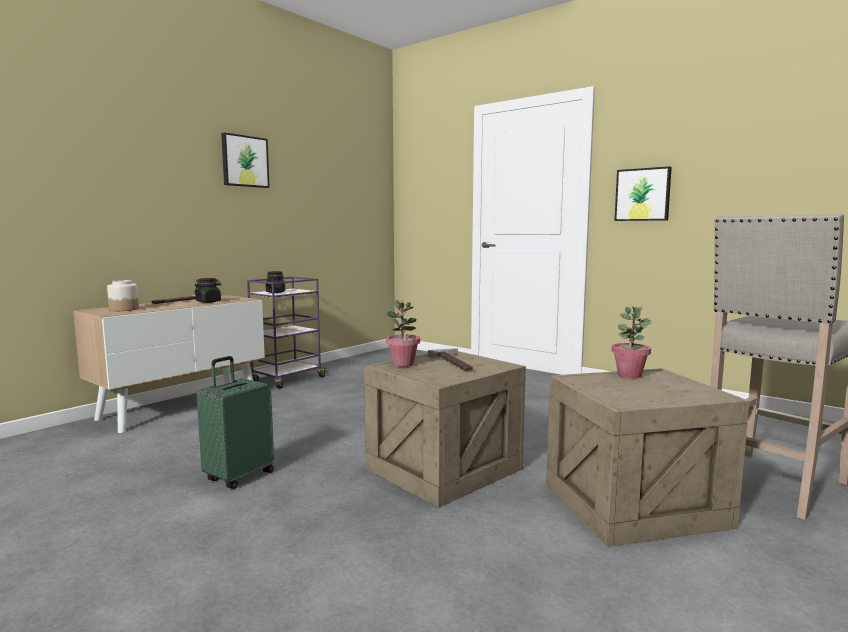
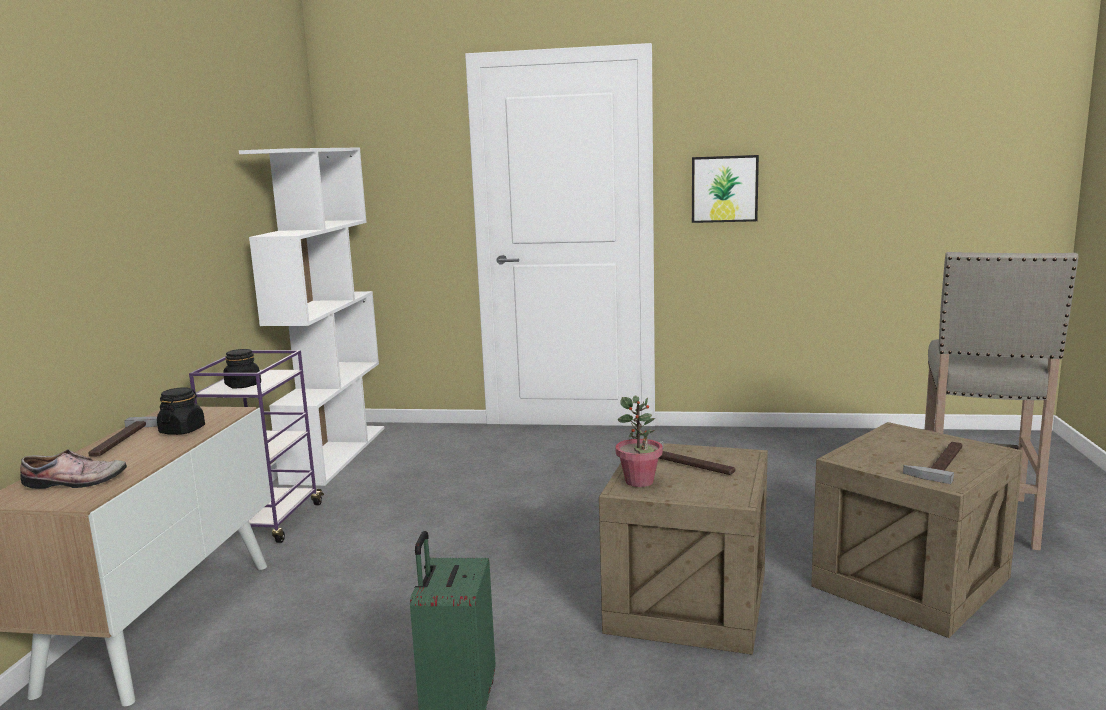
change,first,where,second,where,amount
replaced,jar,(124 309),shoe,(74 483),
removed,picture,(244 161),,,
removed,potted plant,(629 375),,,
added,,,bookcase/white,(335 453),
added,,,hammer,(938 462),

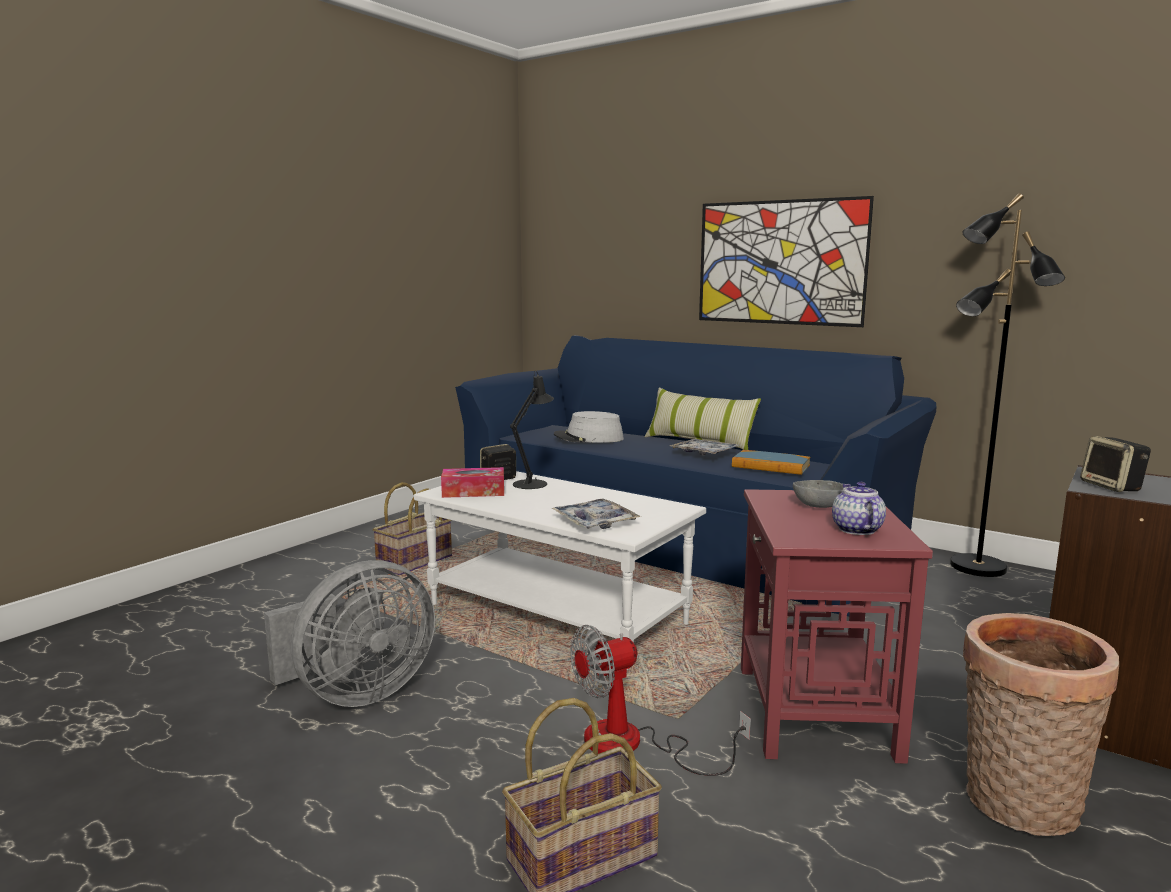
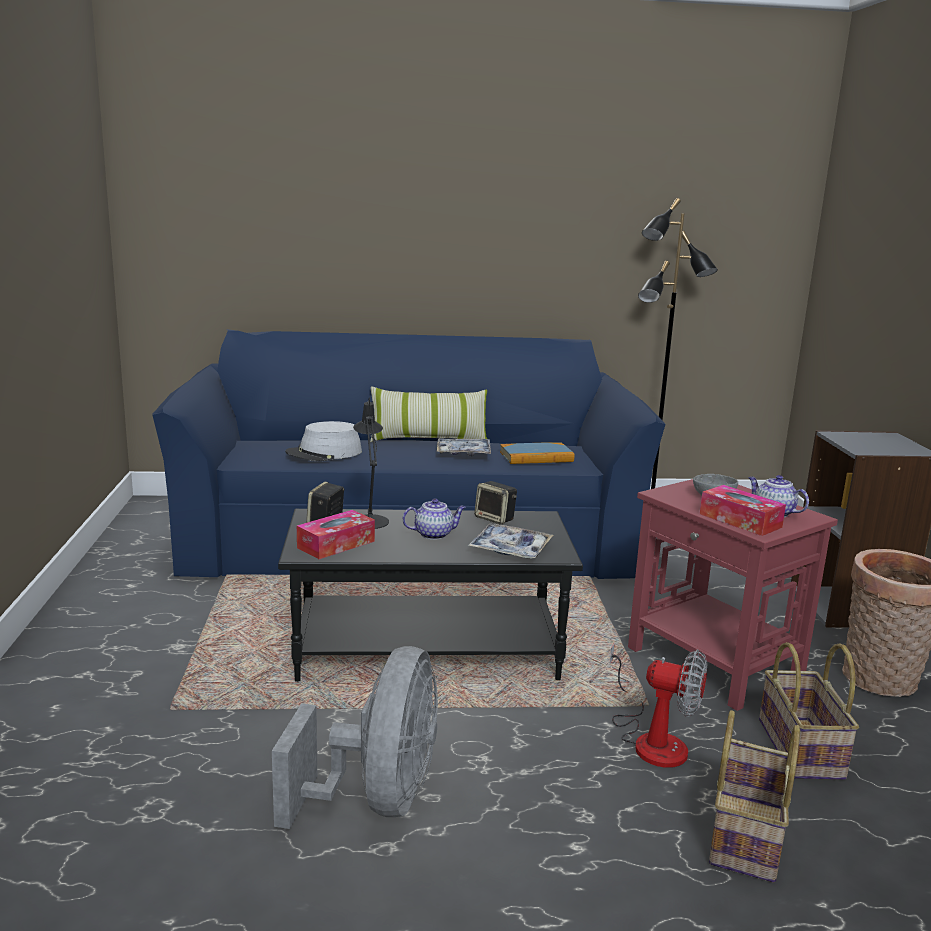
change,first,where,second,where,amount
moved,basket,(415 562),,(802 749),
recoloured,coffee table/white,(558 614),coffee table/black,(428 649),
turned,fan,(633 744),,(652 739),90 degrees counterclockwise
removed,picture,(780 262),,,
moved,speaker,(1112 487),,(495 518),
added,,,teapot,(434 534),
added,,,tissue box,(740 520),

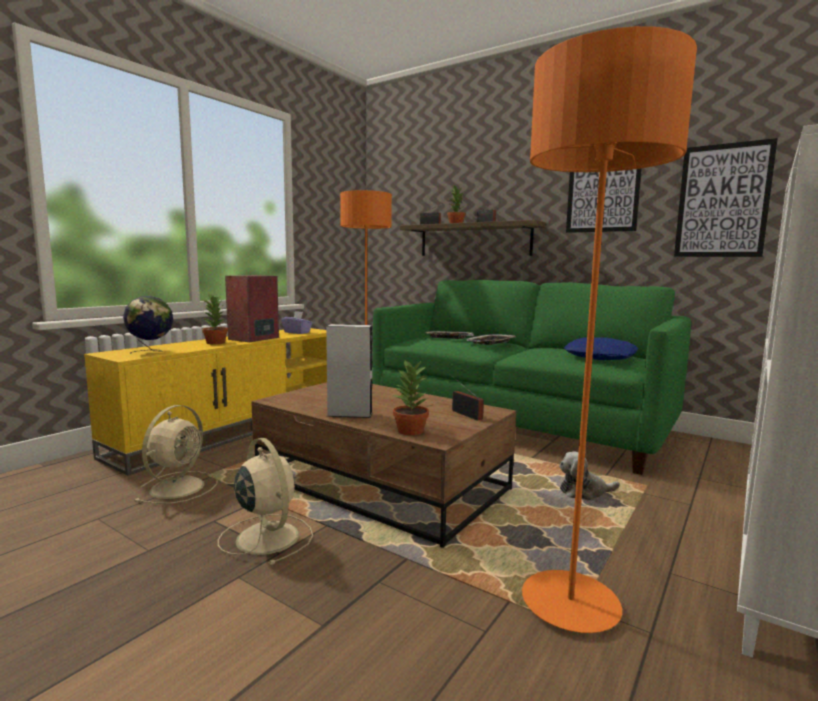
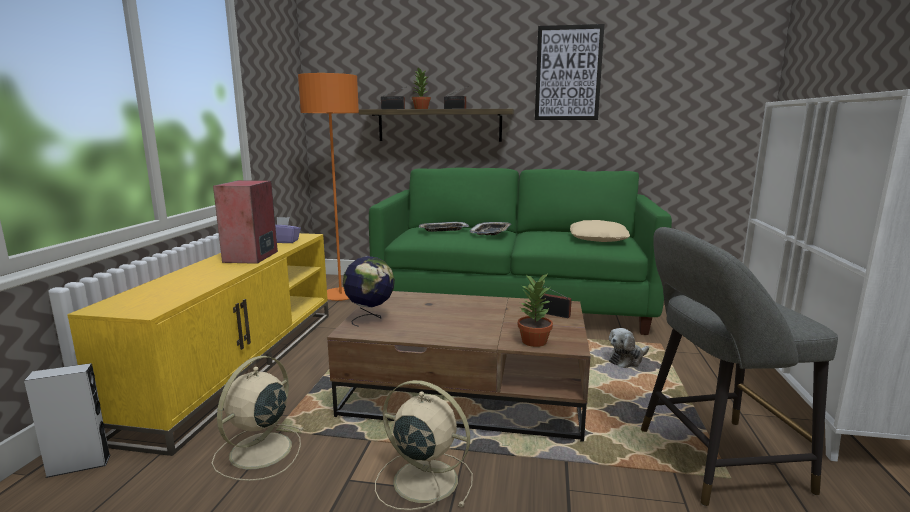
change,first,where,second,where,amount
moved,globe,(151 352),,(370 319),
turned,fan/beige,(179 487),,(259 452),150 degrees counterclockwise
removed,potted plant,(216 343),,,
moved,speaker/grey,(349 414),,(79 465),
replaced,floor lamp/orange,(570 604),stool/grey,(712 460),
recoloured,pillow/blue,(601 357),pillow/beige,(598 238),
removed,picture,(722 201),,,

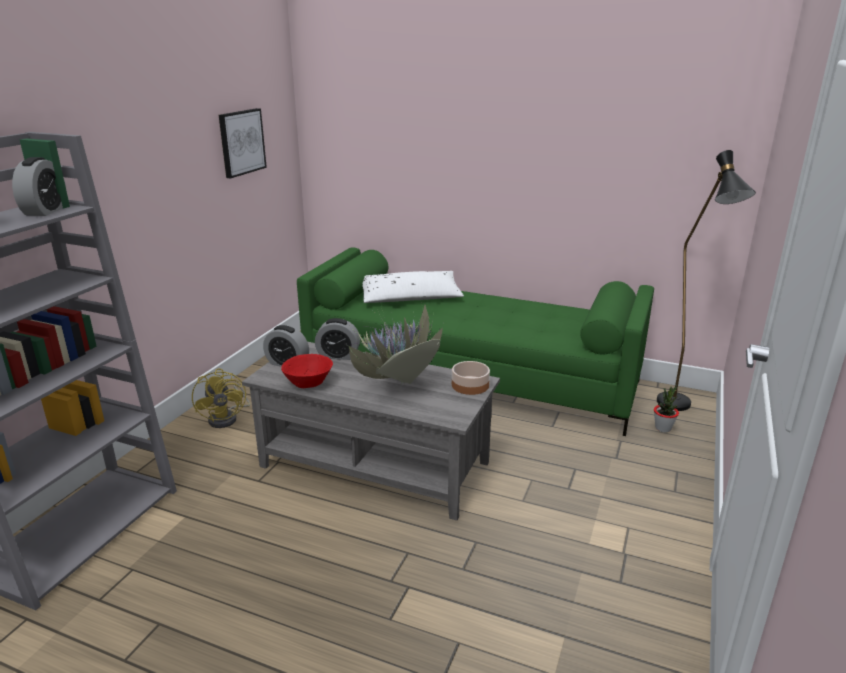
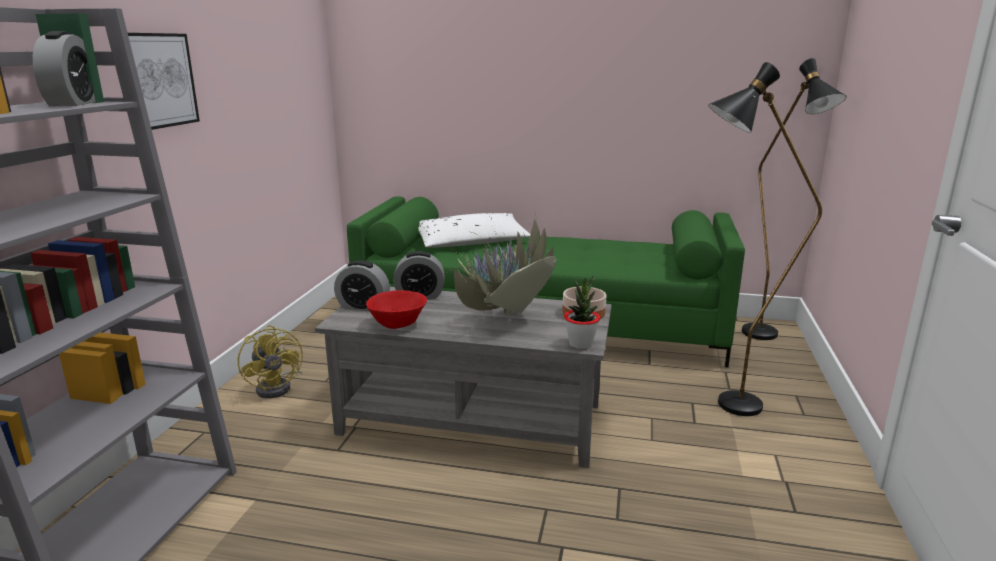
change,first,where,second,where,amount
moved,picture,(241 142),,(156 80),
moved,potted plant,(663 428),,(580 344),
added,,,floor lamp/black,(724 406),

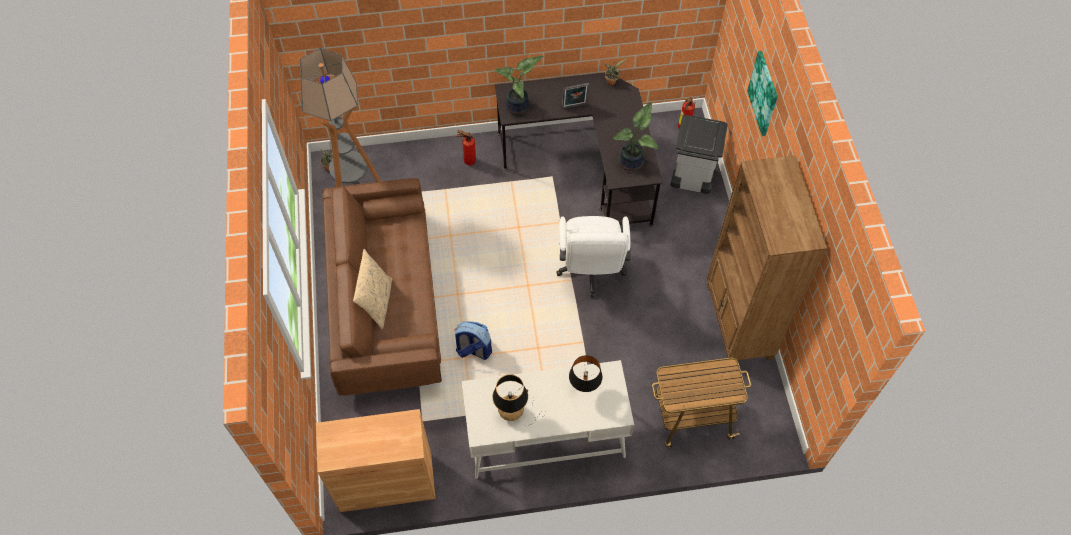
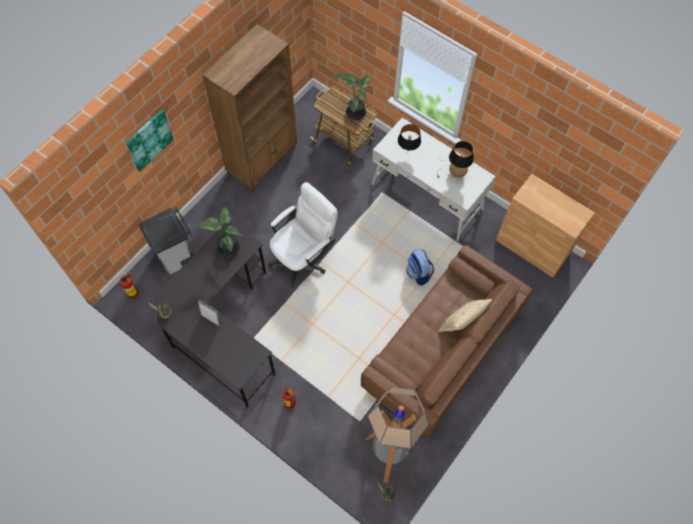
change,first,where,second,where,amount
moved,potted plant,(519 107),,(355 112),

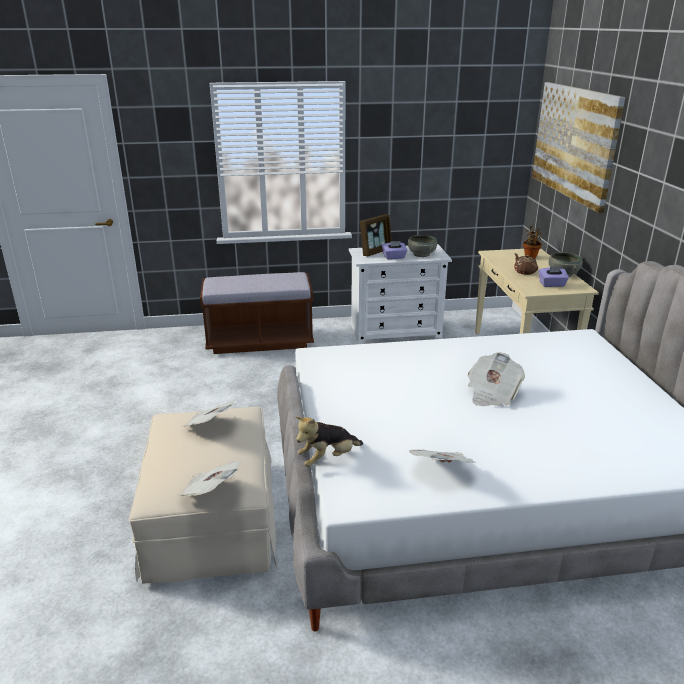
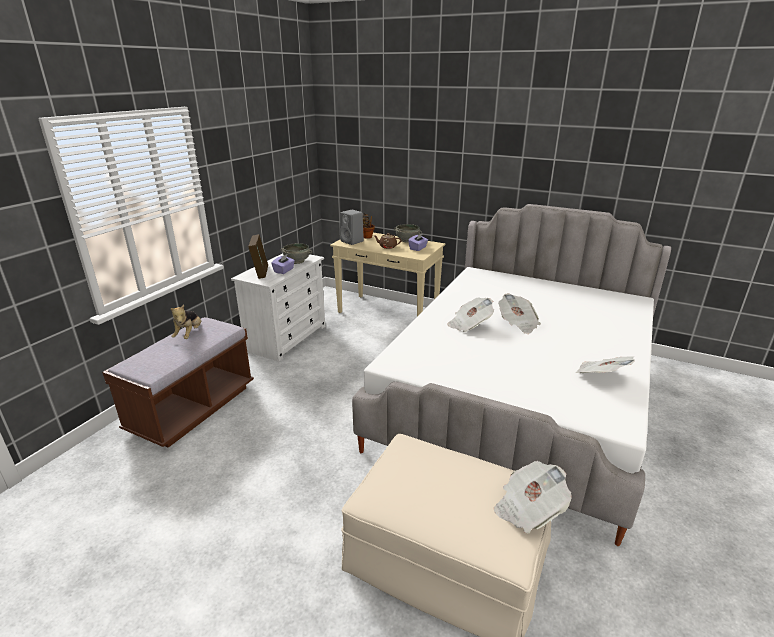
change,first,where,second,where,amount
moved,newspaper,(210 426),,(469 325),
moved,plush toy,(328 459),,(189 334),
removed,picture,(574 142),,,
added,,,speaker/grey,(352 241),

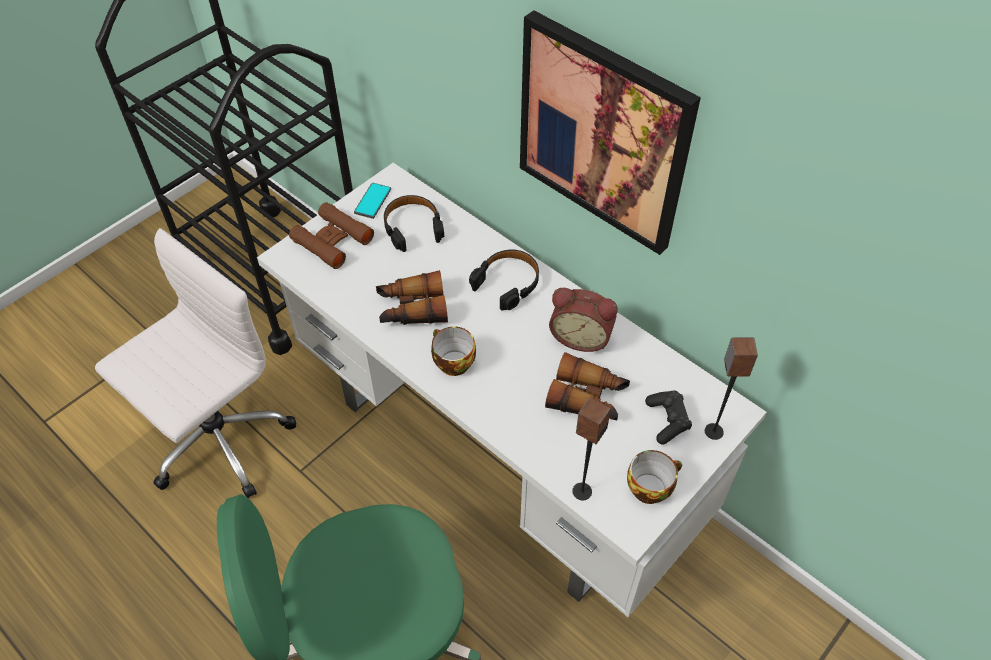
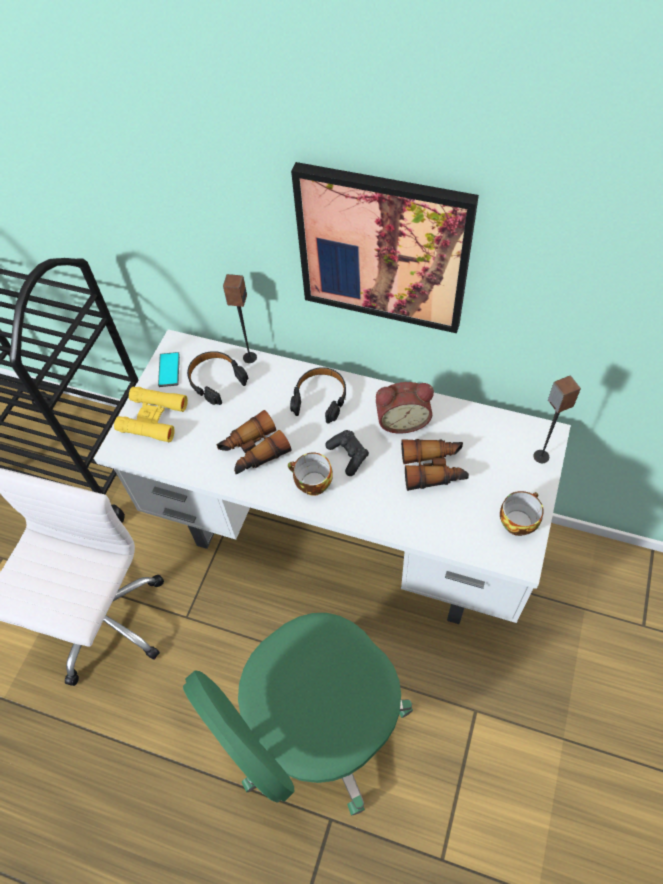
change,first,where,second,where,amount
recoloured,binoculars/brown,(332 240),binoculars/yellow,(153 418),
moved,speaker,(581 491),,(249 357),
moved,game controller/black,(667 421),,(348 455),

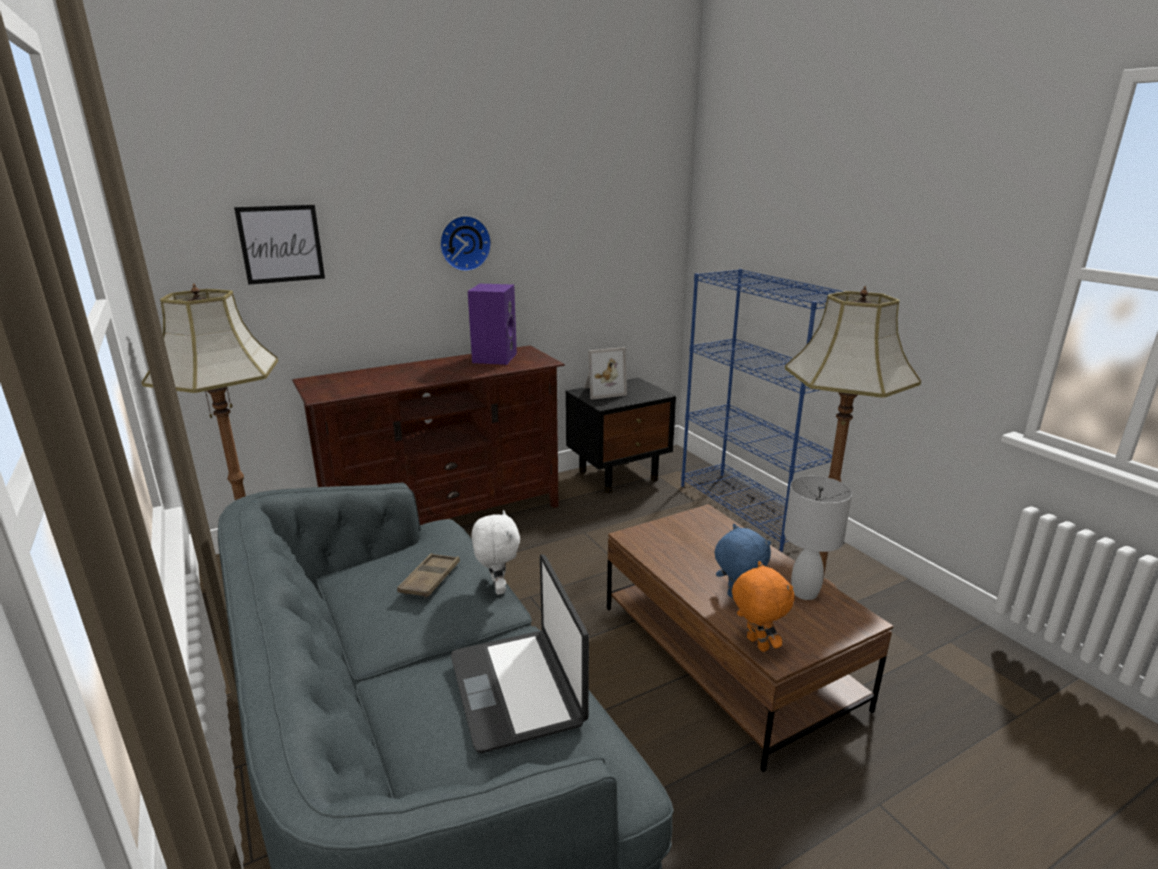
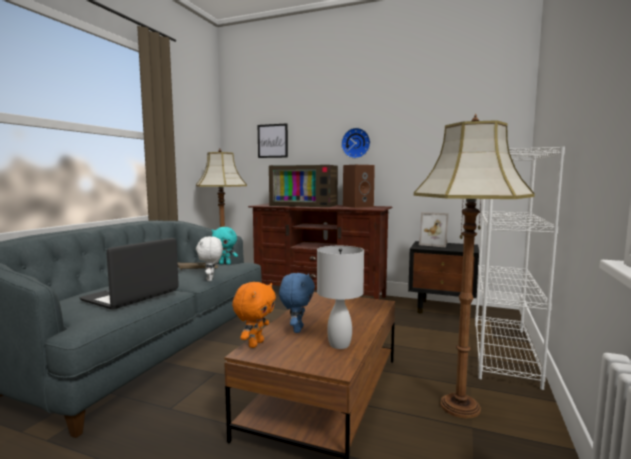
change,first,where,second,where,amount
recoloured,speaker/purple,(494 357),speaker/brown,(358 206),
turned,plush toy/white,(497 588),,(211 279),135 degrees clockwise
recoloured,bookcase/blue,(749 509),bookcase/white,(504 352),
added,,,plush toy/turquoise,(225 264),
added,,,television,(305 205),

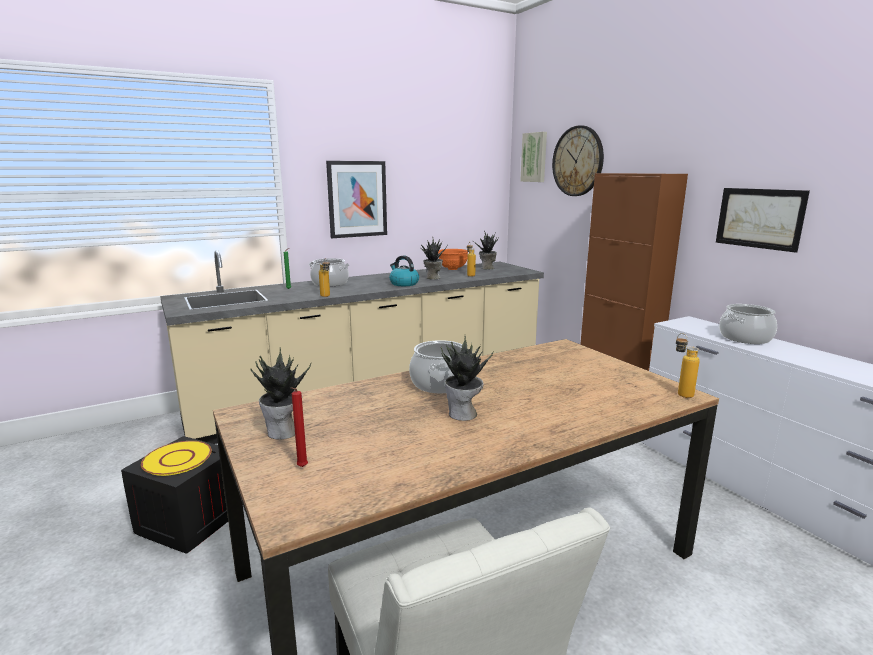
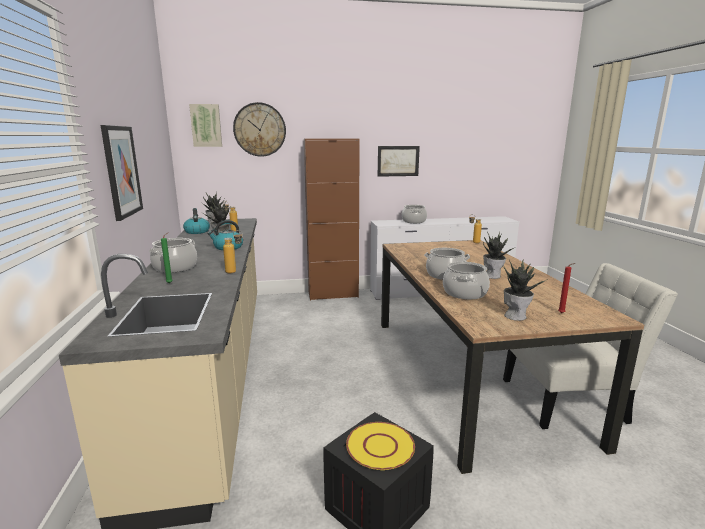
change,first,where,second,where,amount
replaced,bowl/orange,(452 269),kettle,(197 231),
added,,,cooking pot,(465 293),

